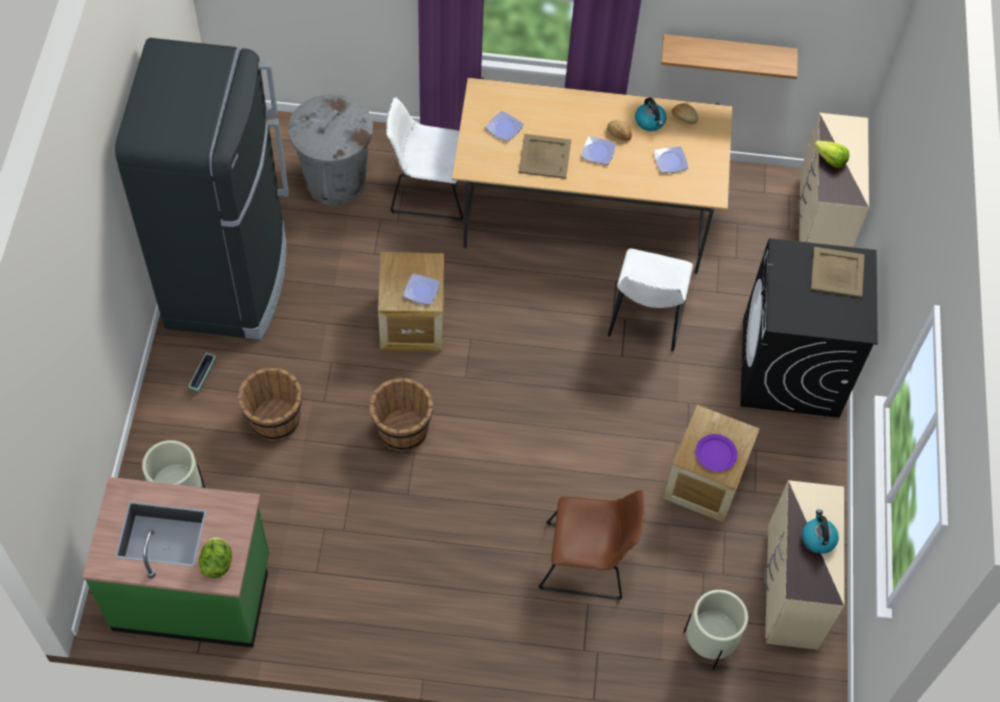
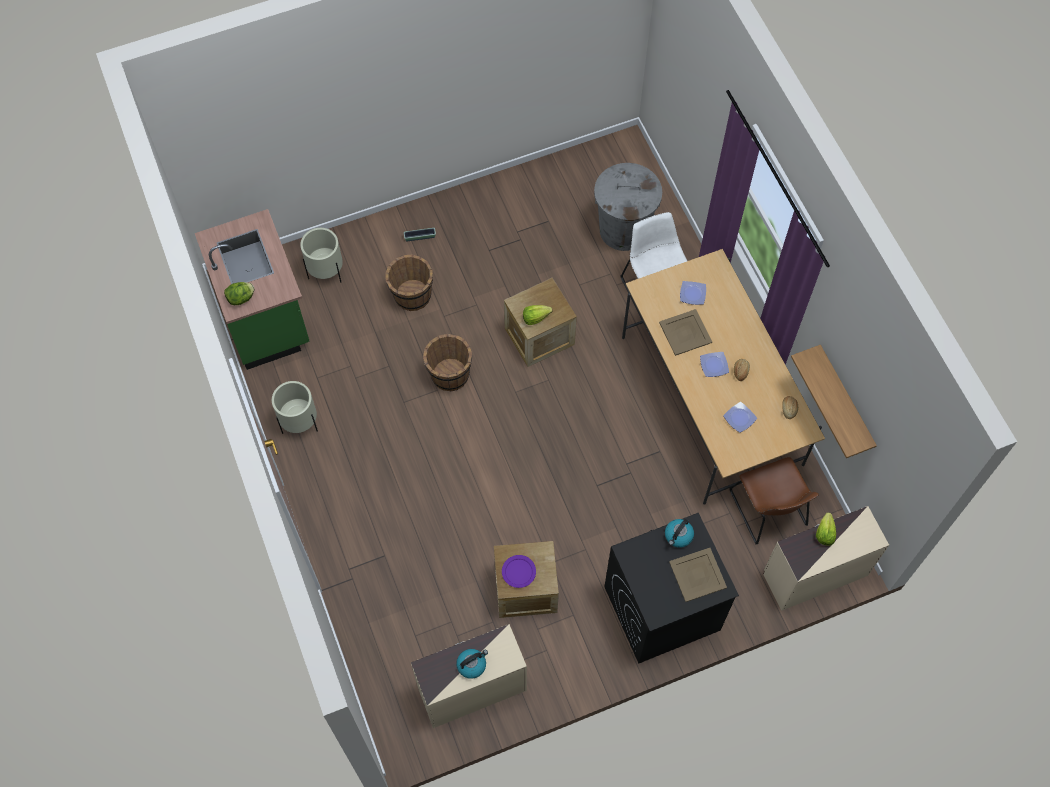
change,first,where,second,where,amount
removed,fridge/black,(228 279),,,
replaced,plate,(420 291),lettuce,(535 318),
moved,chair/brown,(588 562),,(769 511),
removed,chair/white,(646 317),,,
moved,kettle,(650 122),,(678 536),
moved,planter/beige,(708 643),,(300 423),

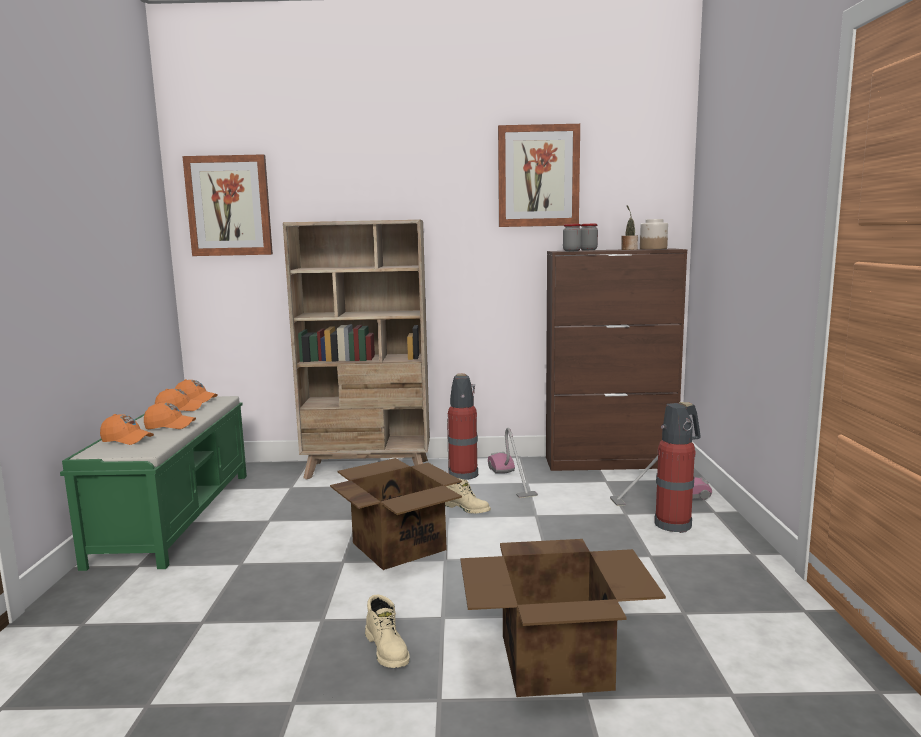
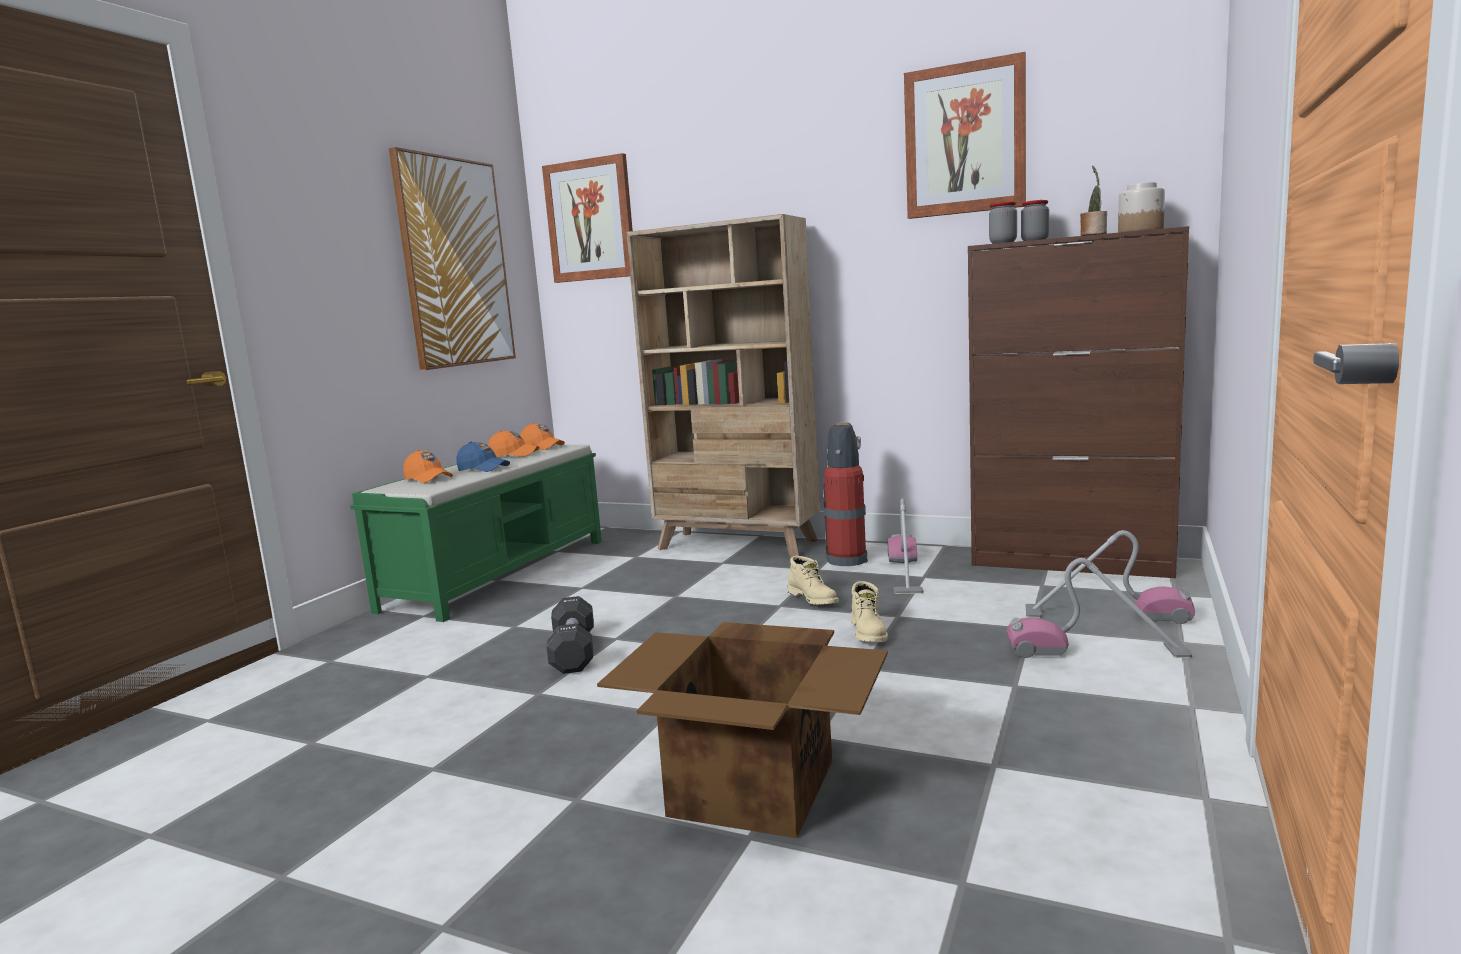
change,first,where,second,where,amount
recoloured,cap/orange,(170 426),cap/blue,(483 469),
removed,cardboard box,(398 545),,,
moved,boot/beige,(388 649),,(869 632),
replaced,fire extinguisher,(674 524),vacuum cleaner,(1095 650),
added,,,picture,(454 263),
added,,,dumbbell/black,(573 652),

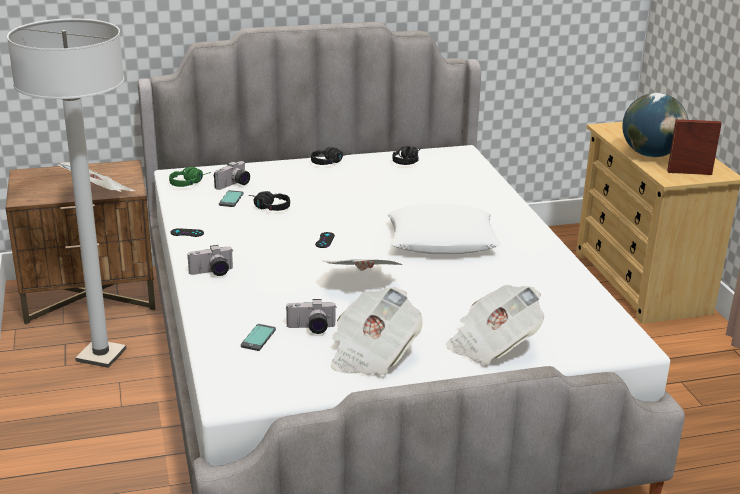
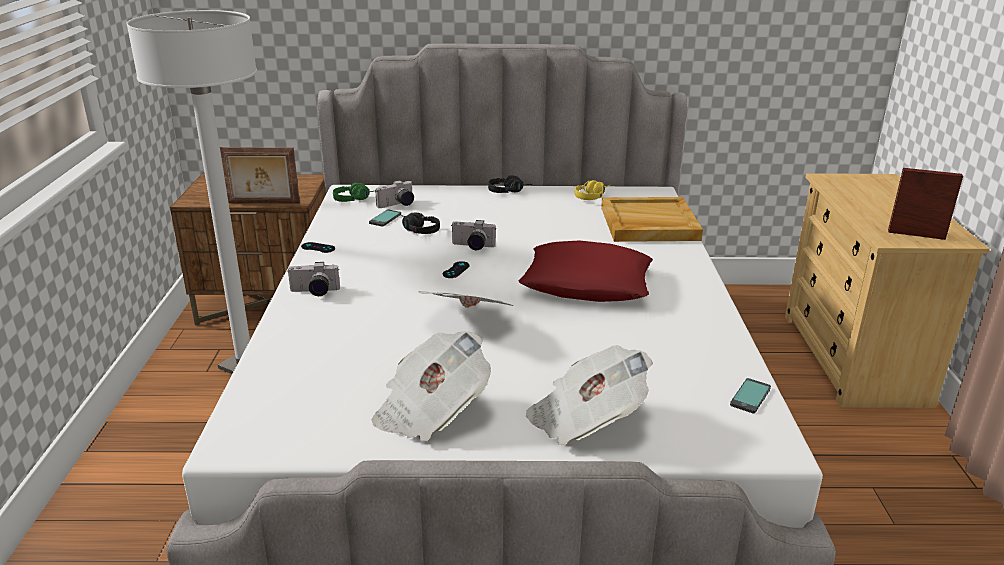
change,first,where,second,where,amount
replaced,newspaper,(98 195),picture frame,(263 203),
moved,phone,(258 338),,(750 397),
moved,photo camera,(311 329),,(472 247),
recoloured,pillow/white,(441 240),pillow/red,(586 283),
recoloured,headphones/black,(407 160),headphones/yellow,(592 196),
removed,globe,(650 154),,,
added,,,tray/beige,(648 224),

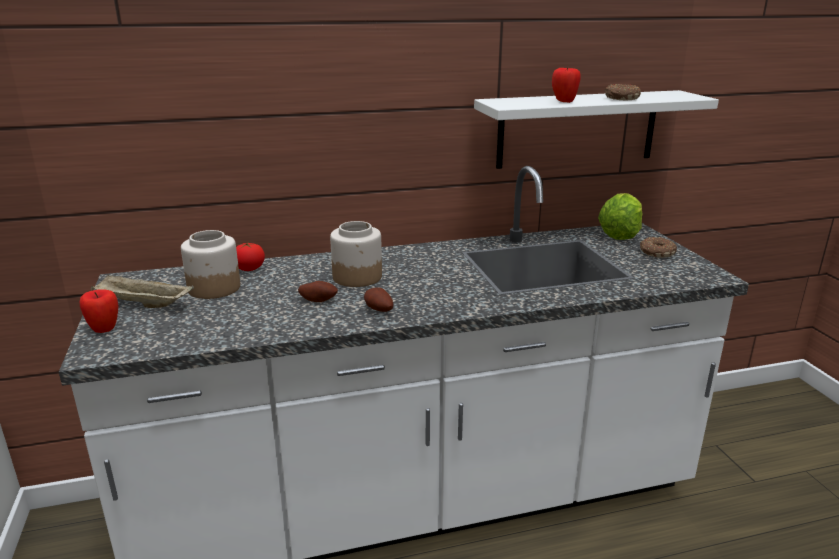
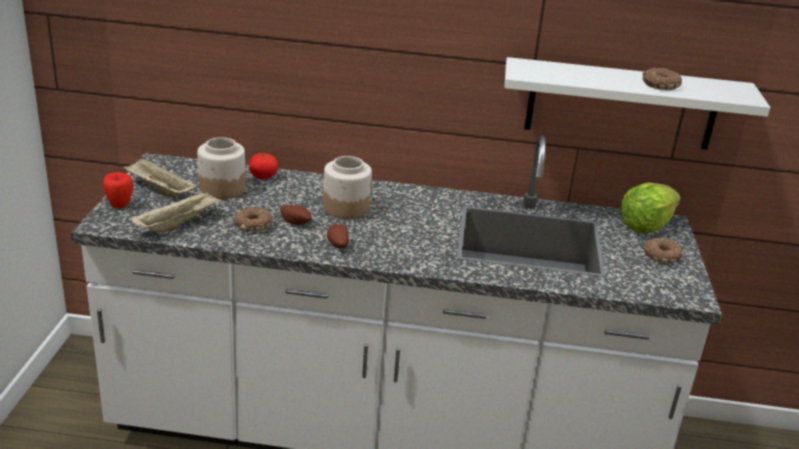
change,first,where,second,where,amount
removed,apple,(564 102),,,
added,,,tray/beige,(178 224),
added,,,donut,(254 225),

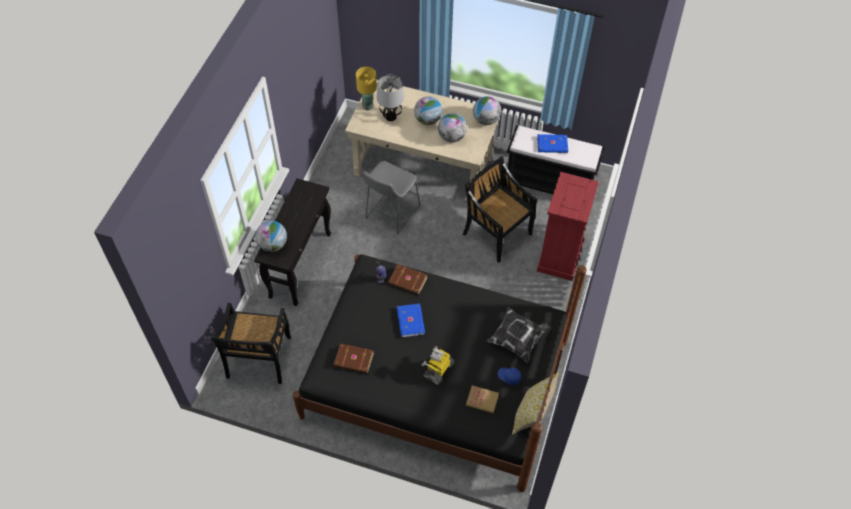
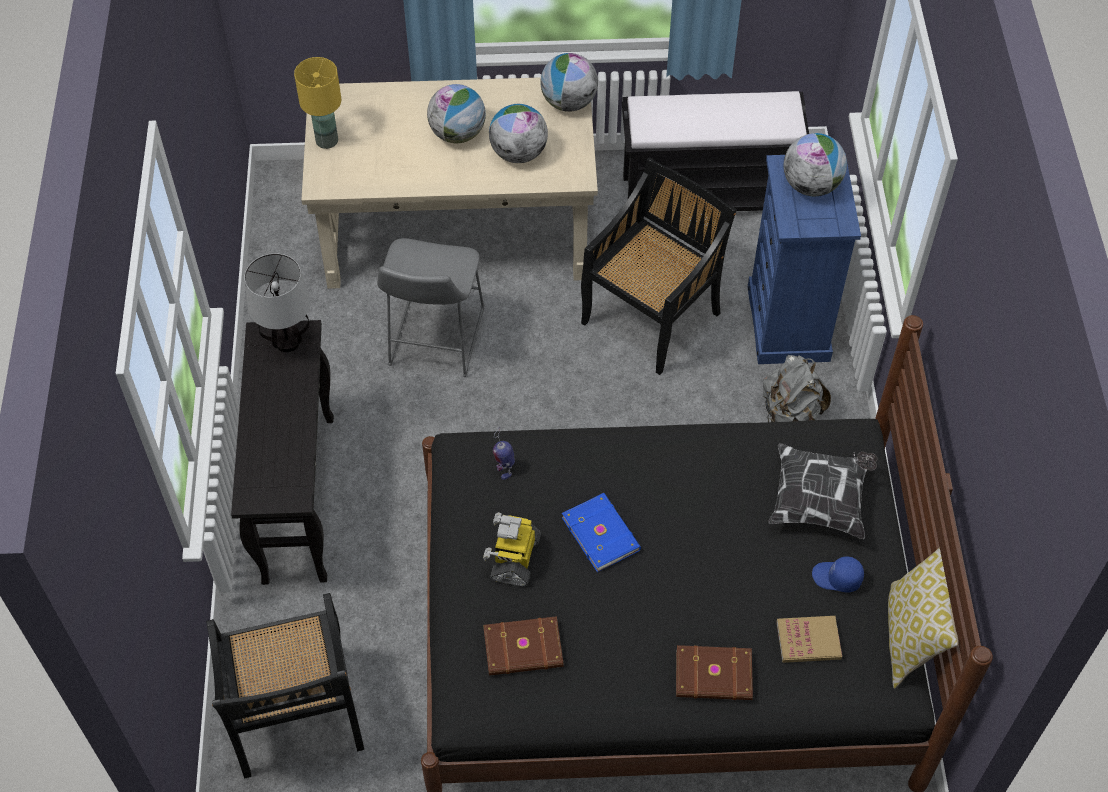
change,first,where,second,where,amount
moved,globe,(273 245),,(811 185),
moved,table lamp,(391 117),,(288 342),
moved,book/brown,(407 281),,(714 676),
moved,toy robot,(438 370),,(514 558),
turned,chair/black,(496 233),,(652 316),105 degrees clockwise
removed,book/blue,(552 145),,,
recoloured,dresser/red,(560 257),dresser/blue,(788 324),
added,,,backpack/grey,(790 413),

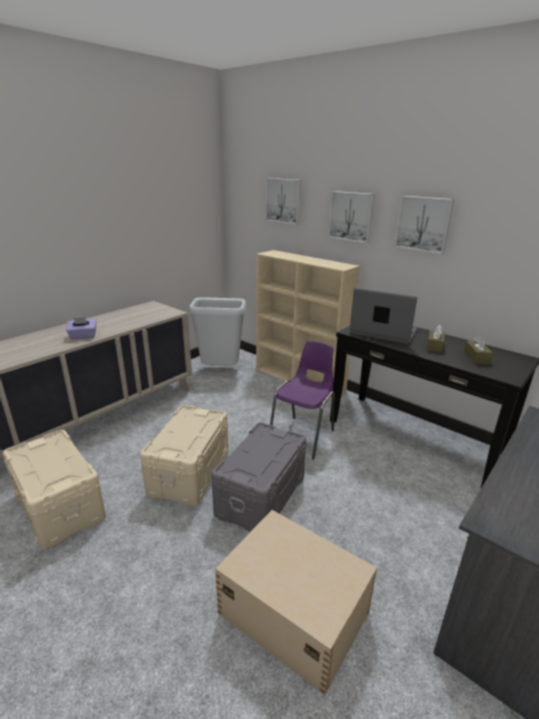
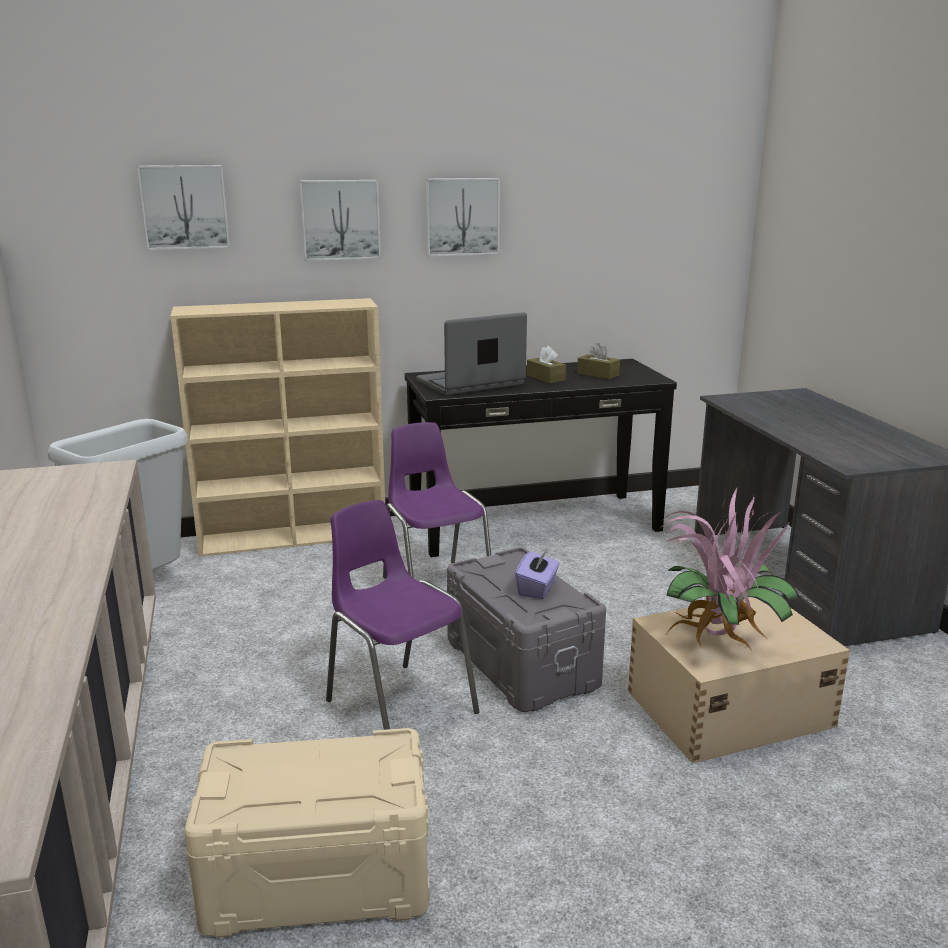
change,first,where,second,where,amount
moved,tissue box/purple,(83 336),,(537 589),
replaced,storage box/beige,(190 472),chair/purple,(398 705),
added,,,potted plant,(719 645),

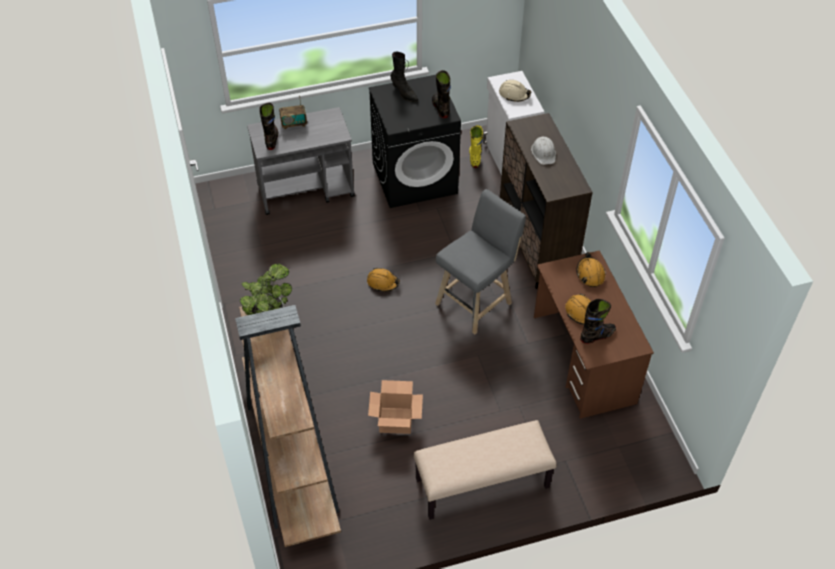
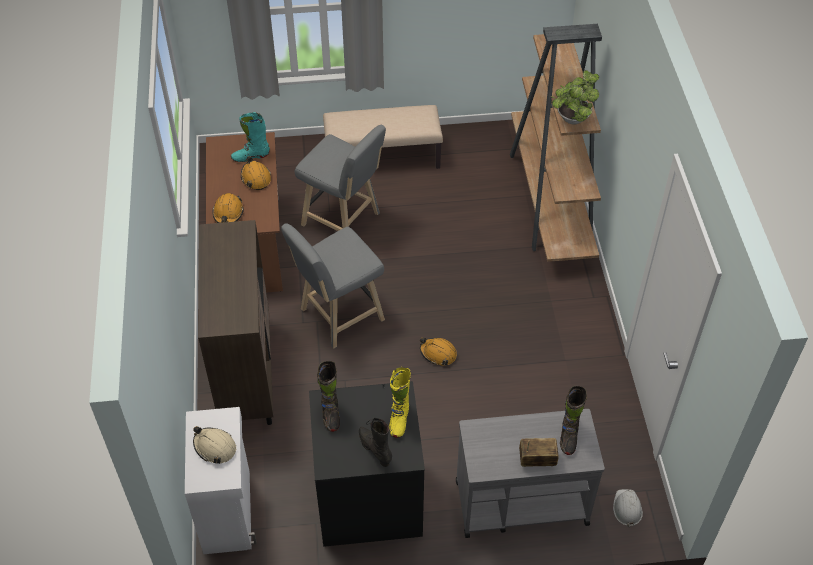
change,first,where,second,where,amount
removed,cardboard box,(395 420),,,
moved,boot/yellow,(474 158),,(399 419),
moved,hard hat/white,(544 153),,(627 508),
recoloured,boot/black,(597 336),boot/turquoise,(250 156),
added,,,stool/grey,(344 221),

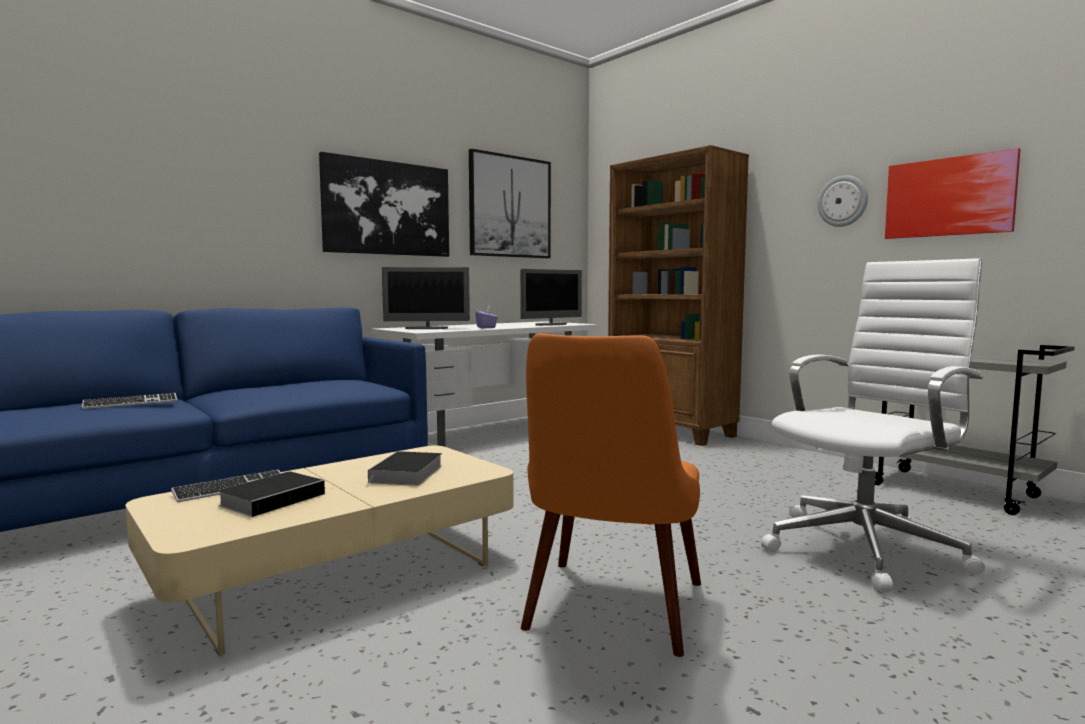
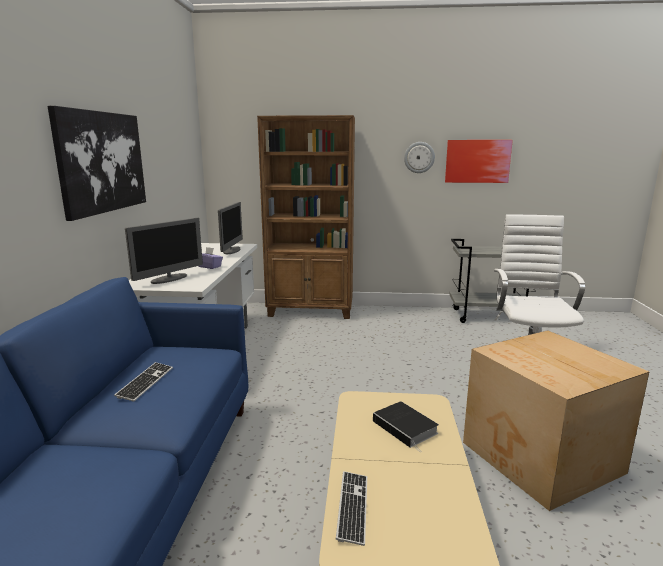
change,first,where,second,where,amount
moved,keyboard,(131 403),,(145 382),
removed,book,(274 498),,,
removed,picture,(510 207),,,
replaced,chair/orange,(610 617),cardboard box,(541 458),

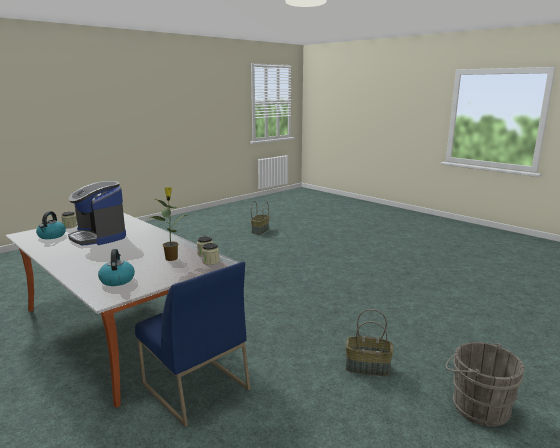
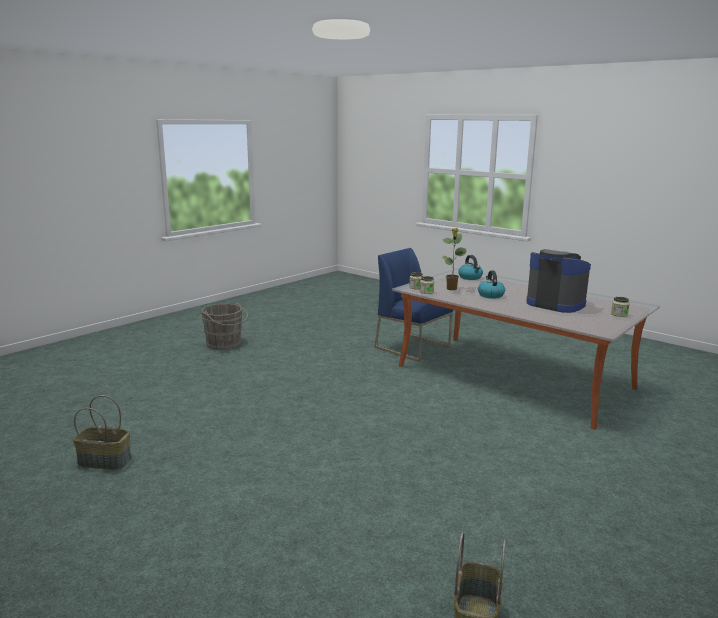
change,first,where,second,where,amount
moved,kettle,(51 236),,(490 295),
moved,basket,(367 368),,(105 461),

